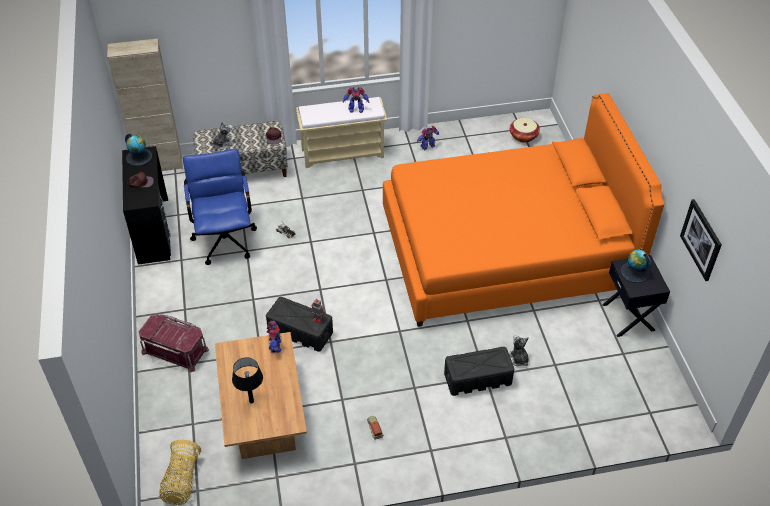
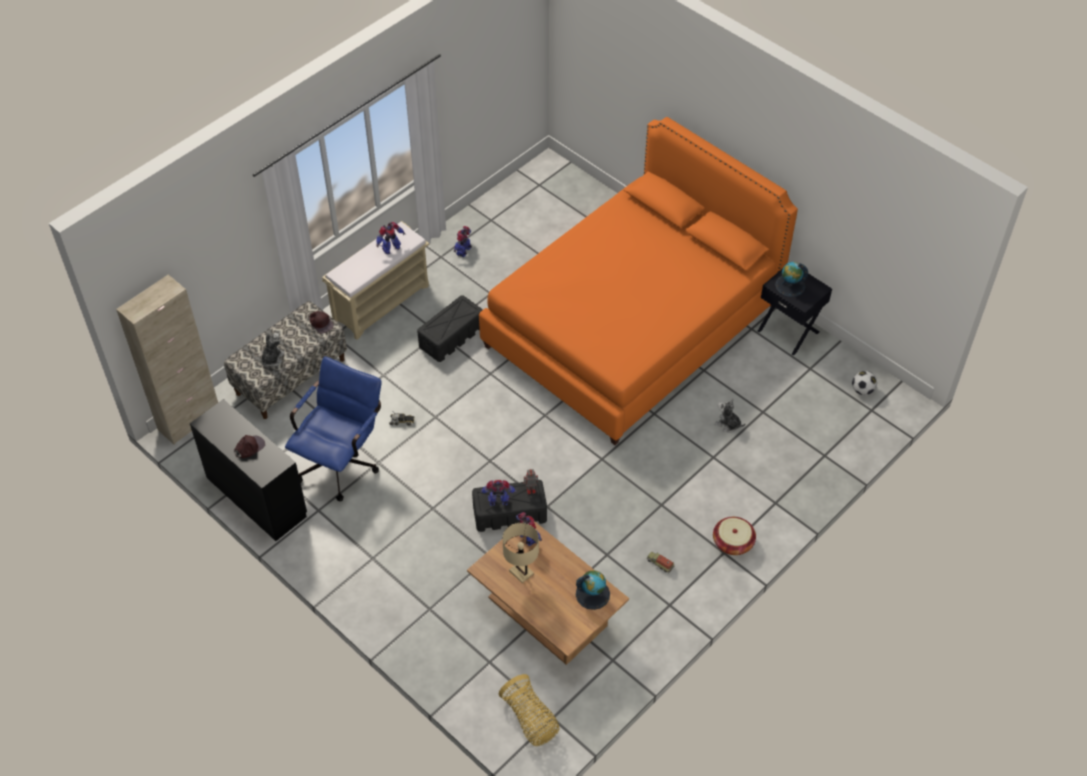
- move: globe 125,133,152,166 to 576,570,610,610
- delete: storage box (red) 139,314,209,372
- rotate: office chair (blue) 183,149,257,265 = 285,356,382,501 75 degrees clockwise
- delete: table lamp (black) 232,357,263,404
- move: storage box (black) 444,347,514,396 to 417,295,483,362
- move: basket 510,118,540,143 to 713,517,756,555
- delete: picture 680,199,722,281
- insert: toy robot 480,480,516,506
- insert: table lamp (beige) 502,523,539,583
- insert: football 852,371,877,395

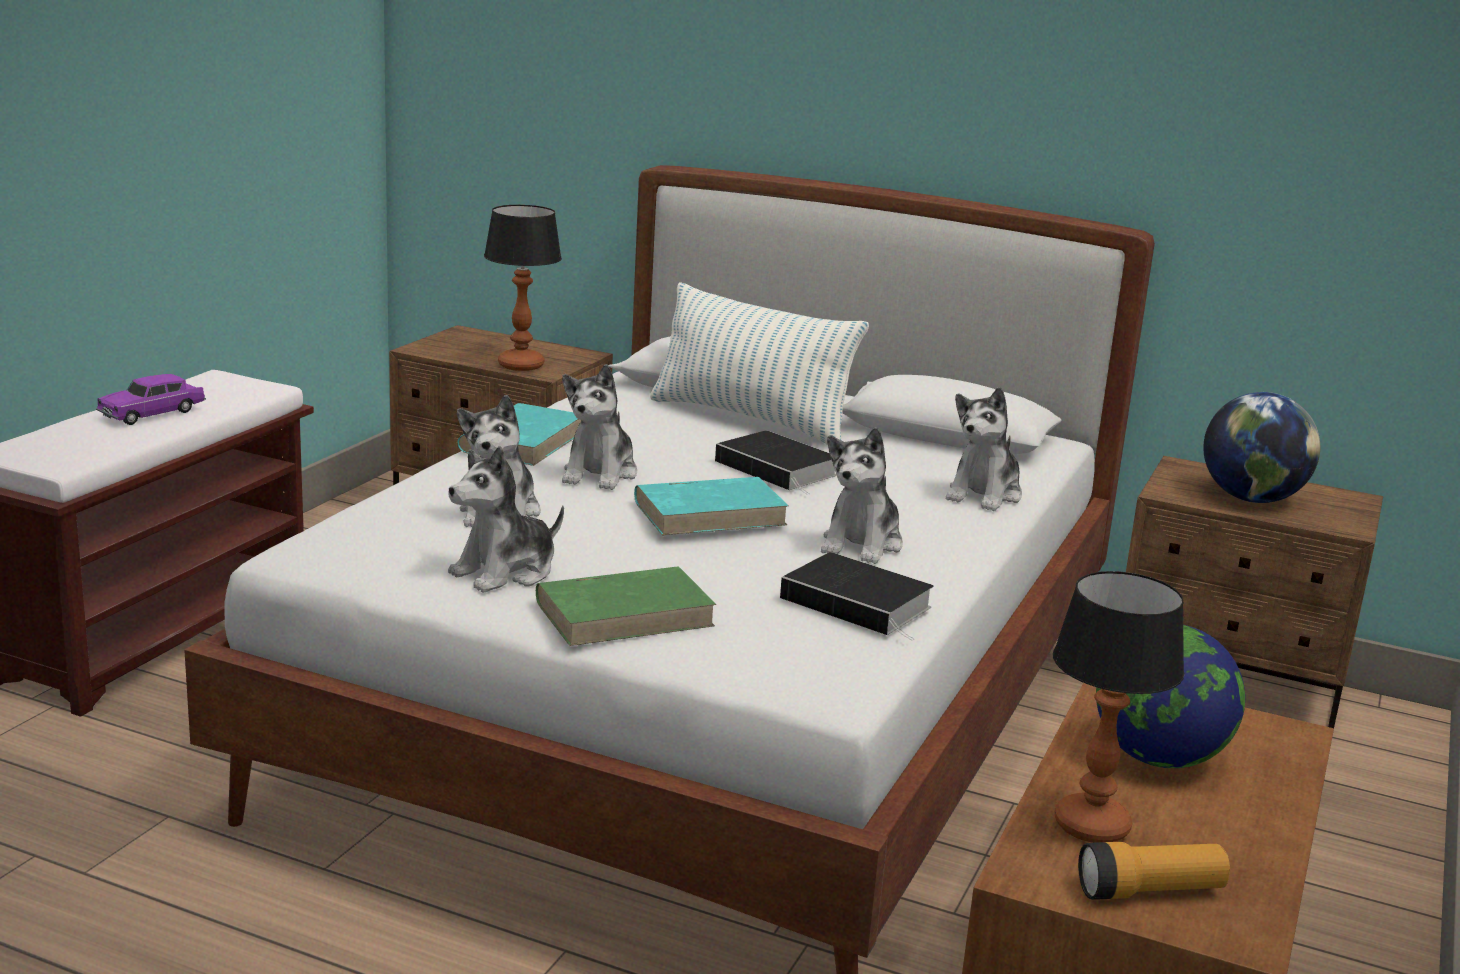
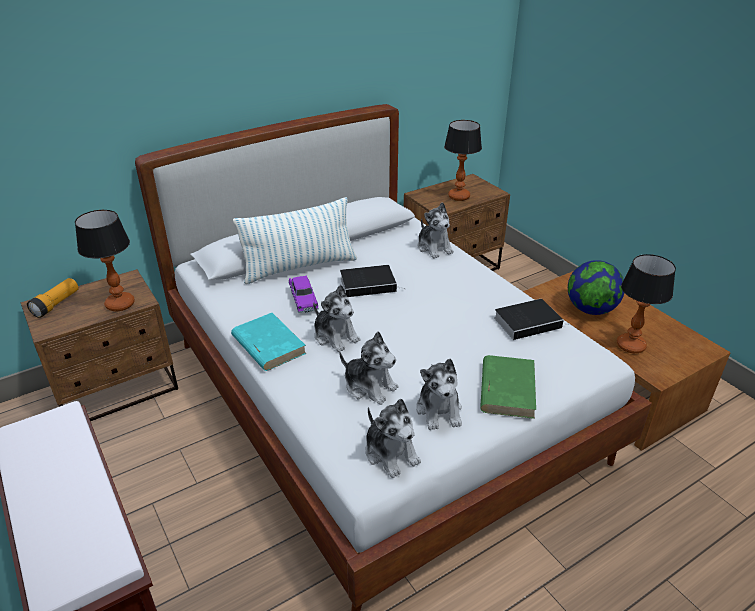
- move: toy car (purple) 96,374,206,425 to 289,275,319,313
- delete: book (turquoise) 634,477,789,535
- move: plush toy 821,427,903,564 to 365,399,421,478
- move: flashlight 1078,842,1230,900 to 27,278,79,318
- replace: globe 1203,392,1320,503 to table lamp 444,120,482,201

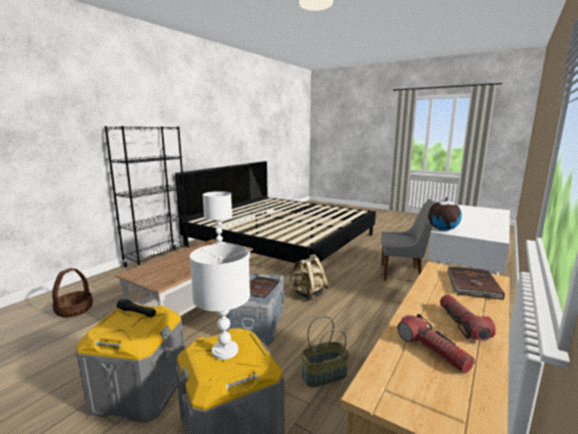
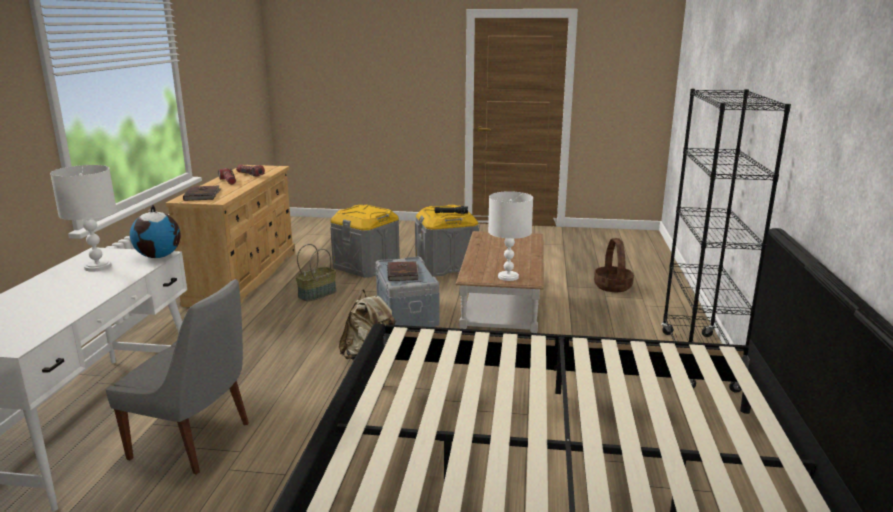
- move: table lamp (white) 190,244,250,360 to 50,165,117,272
- rotate: chair (grey) 381,199,436,281 = 106,279,249,475 150 degrees counterclockwise

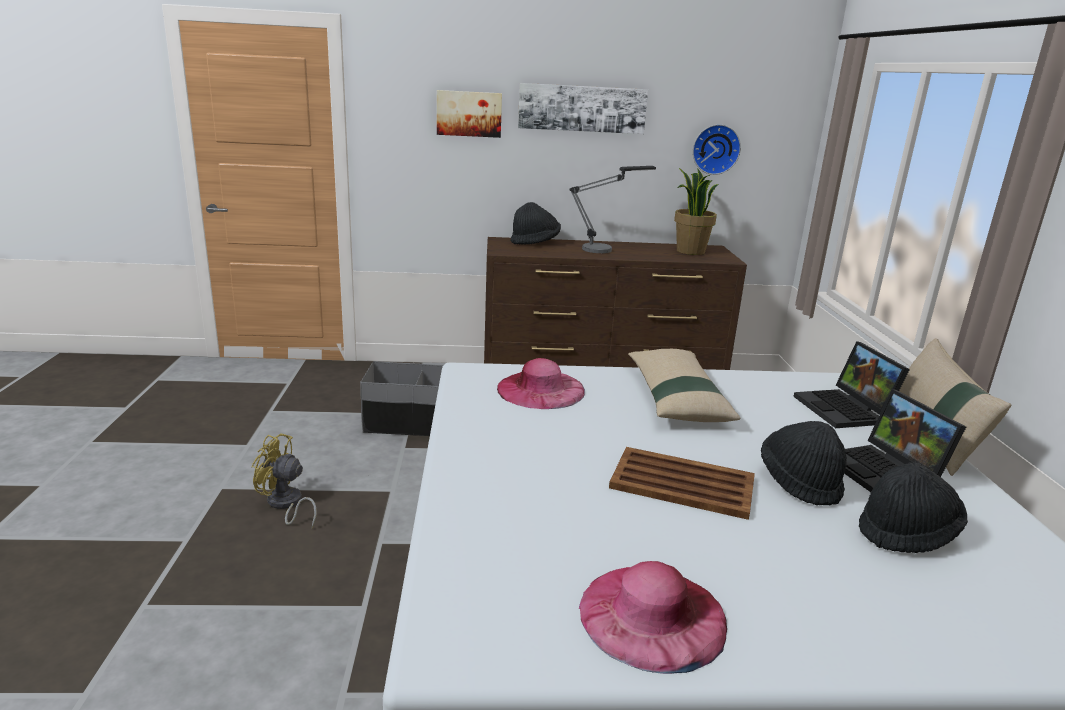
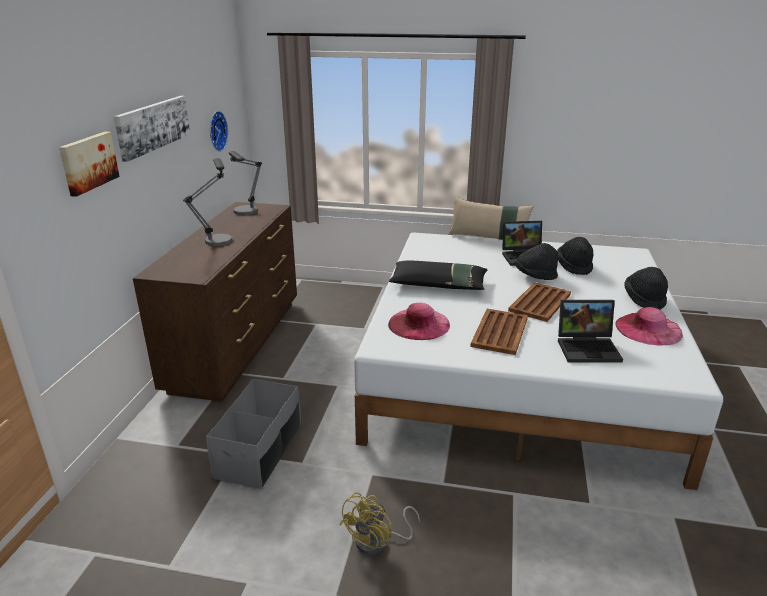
- move: hat (black) 510,202,561,245 to 624,267,668,310
- recolor: pillow (beige) 628,349,740,422 to pillow (black) 389,261,487,290
- replace: potted plant 674,168,719,255 to table lamp 229,151,262,215
- move: laptop 793,341,910,428 to 558,300,623,363
- insert: tray (brown) 470,309,528,355

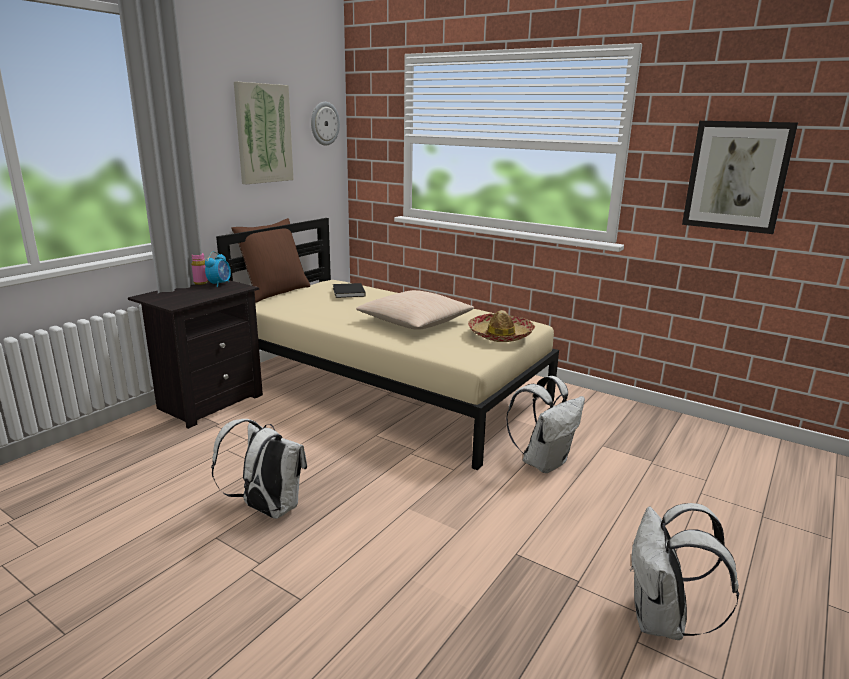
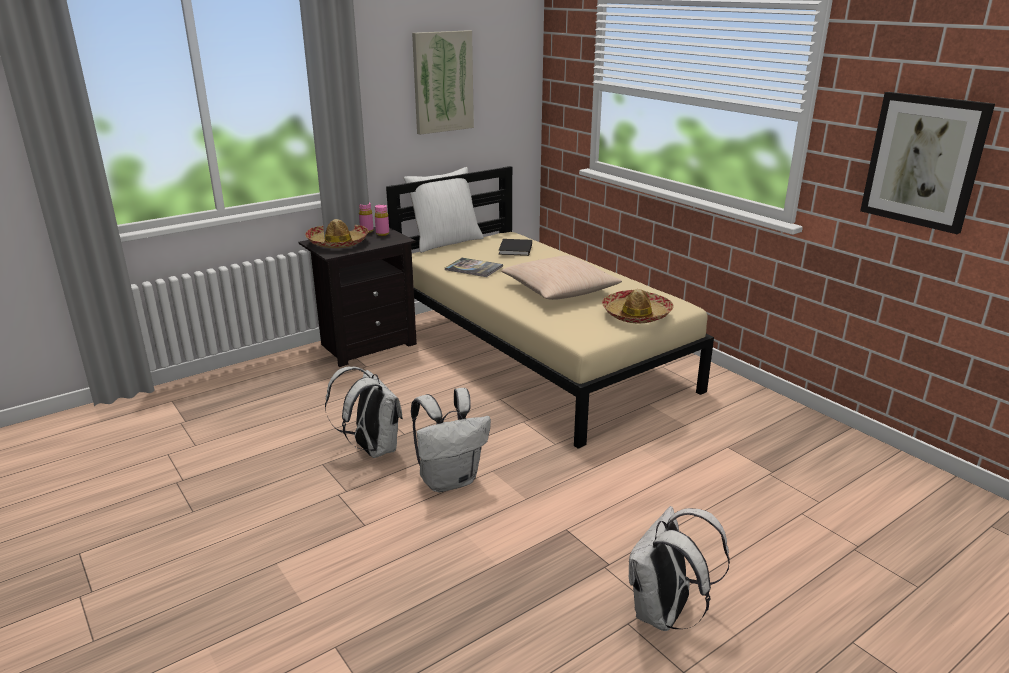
- replace: alarm clock 205,251,231,287 to bottle (pink) 375,205,389,236
- recolor: pillow (brown) 231,218,310,303 to pillow (white) 404,167,483,253
- delete: wall clock 311,102,340,145
- move: backpack (white) 506,376,585,473 to 411,388,491,492
- insert: hat 306,219,369,248
- insert: book 445,258,503,277

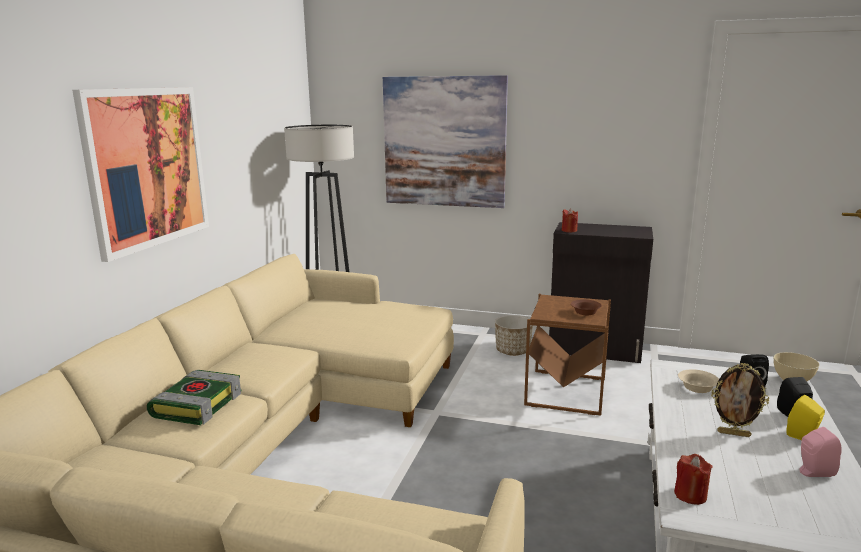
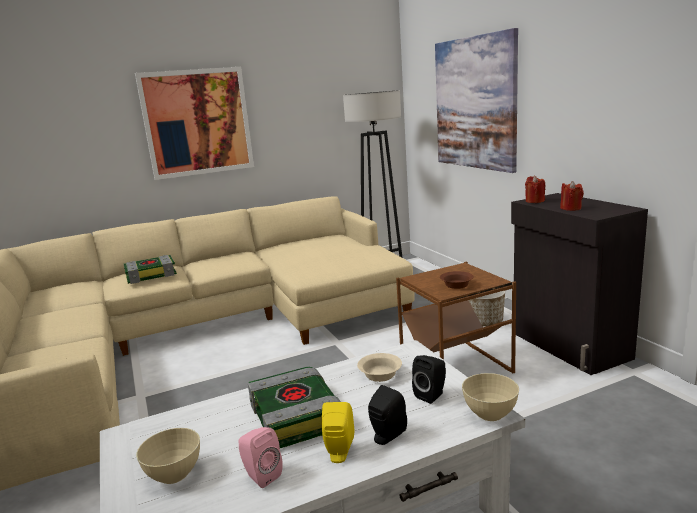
- move: candle (red) 674,454,713,505 to 560,181,584,211
- replace: picture frame 711,363,769,437 to book 248,367,341,448
- insert: bowl (beige) 136,428,200,484

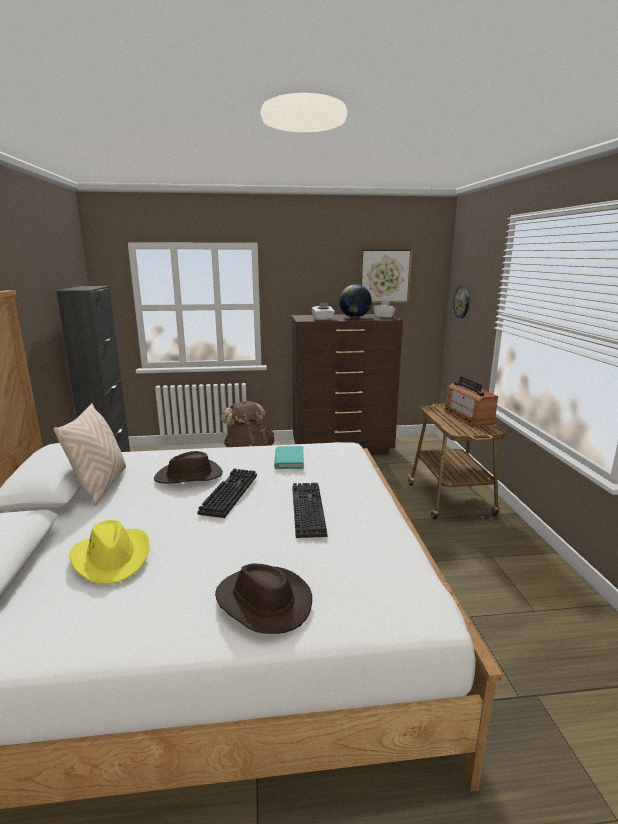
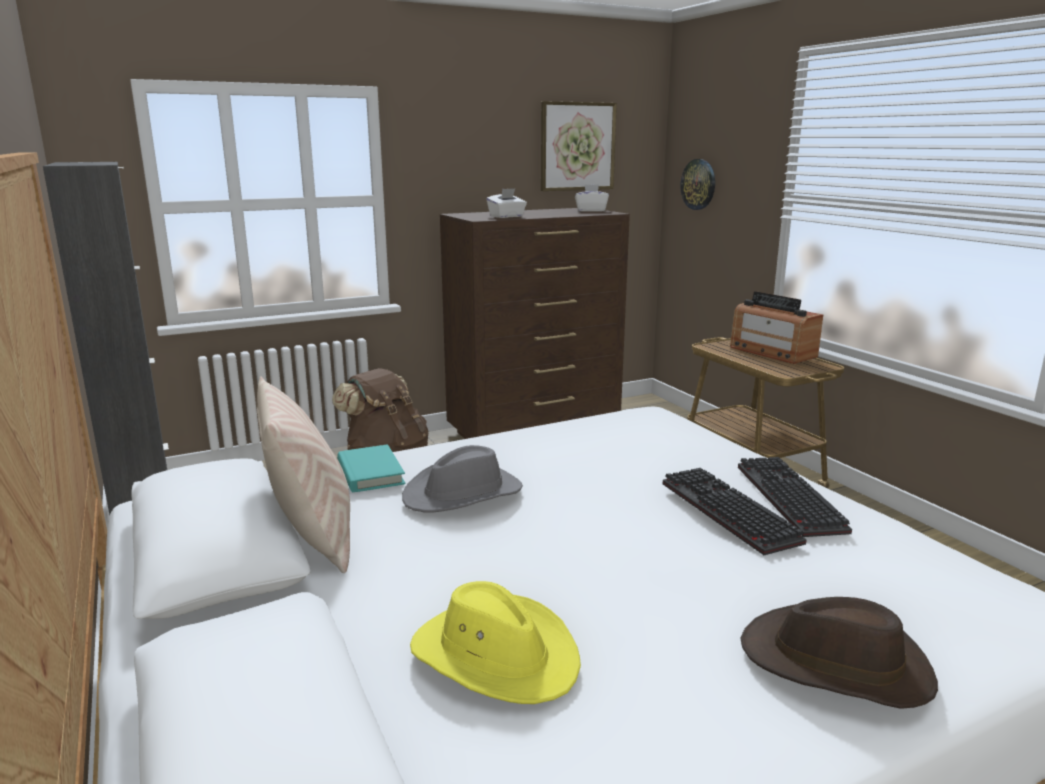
- recolor: hat (brown) 154,451,223,484 to hat (grey) 402,445,523,513
- move: keyboard 197,468,257,518 to 738,457,852,537
- move: book (turquoise) 274,446,304,469 to 337,444,405,492
- delete: globe 339,284,372,318

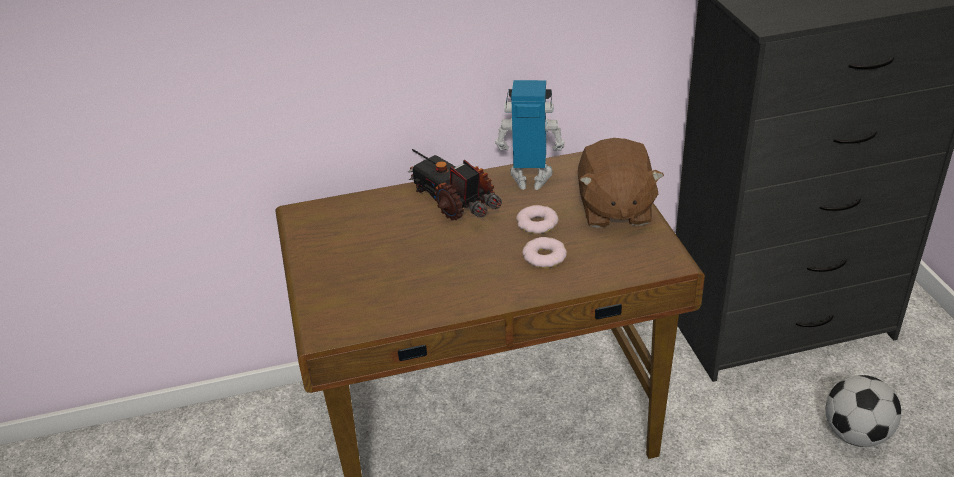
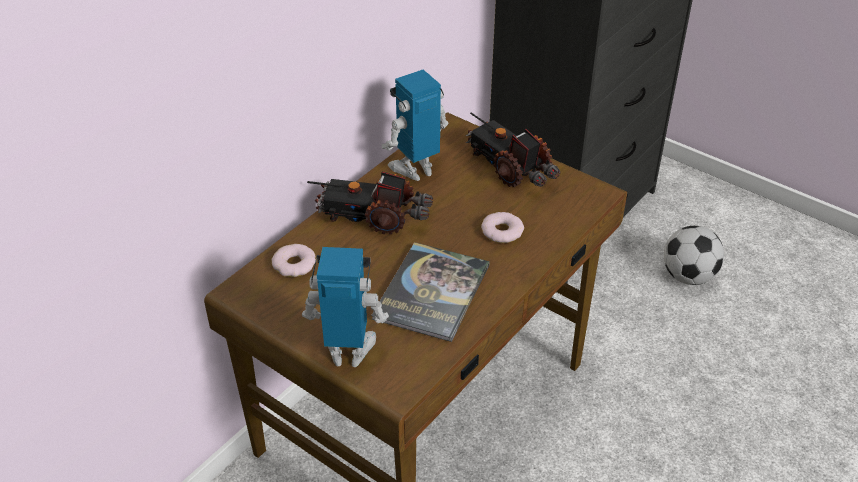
- move: donut 516,205,558,234 to 272,244,316,277
- replace: plush toy (brown) 578,138,664,228 to toy truck 466,113,560,187
- insert: toy robot 302,247,389,367
- insert: book 371,242,490,342

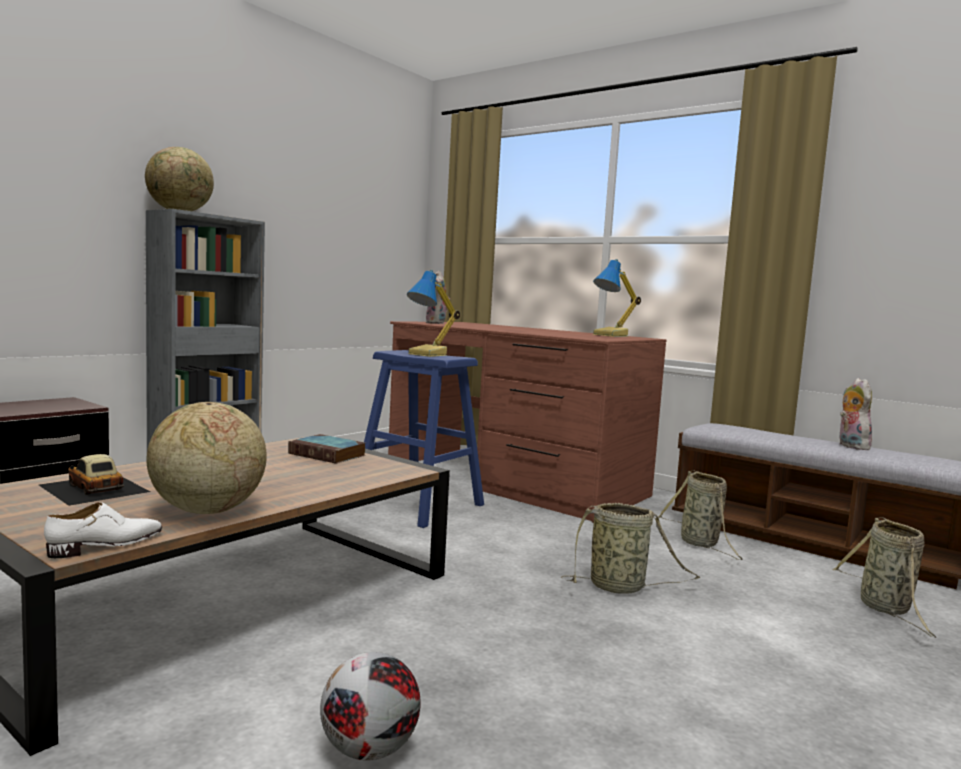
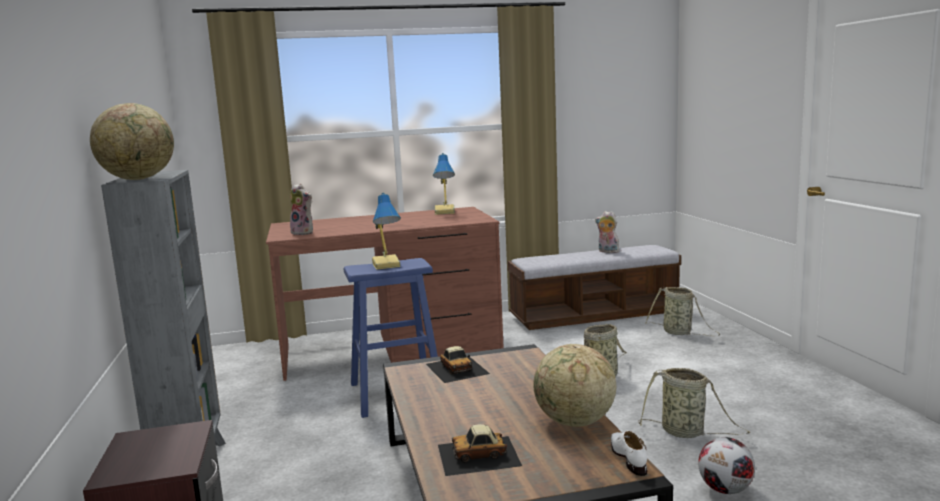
- replace: book 288,434,366,464 to toy car 426,346,490,383
- move: basket 658,470,743,560 to 638,368,750,438

